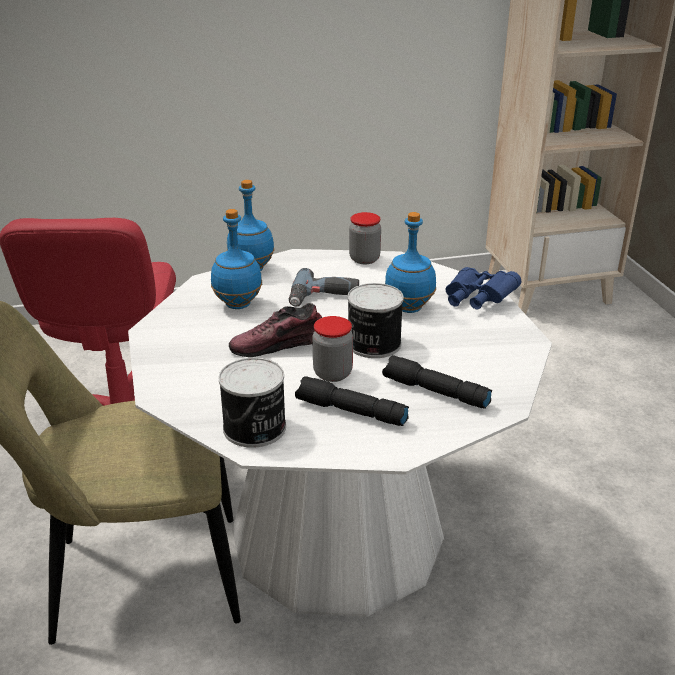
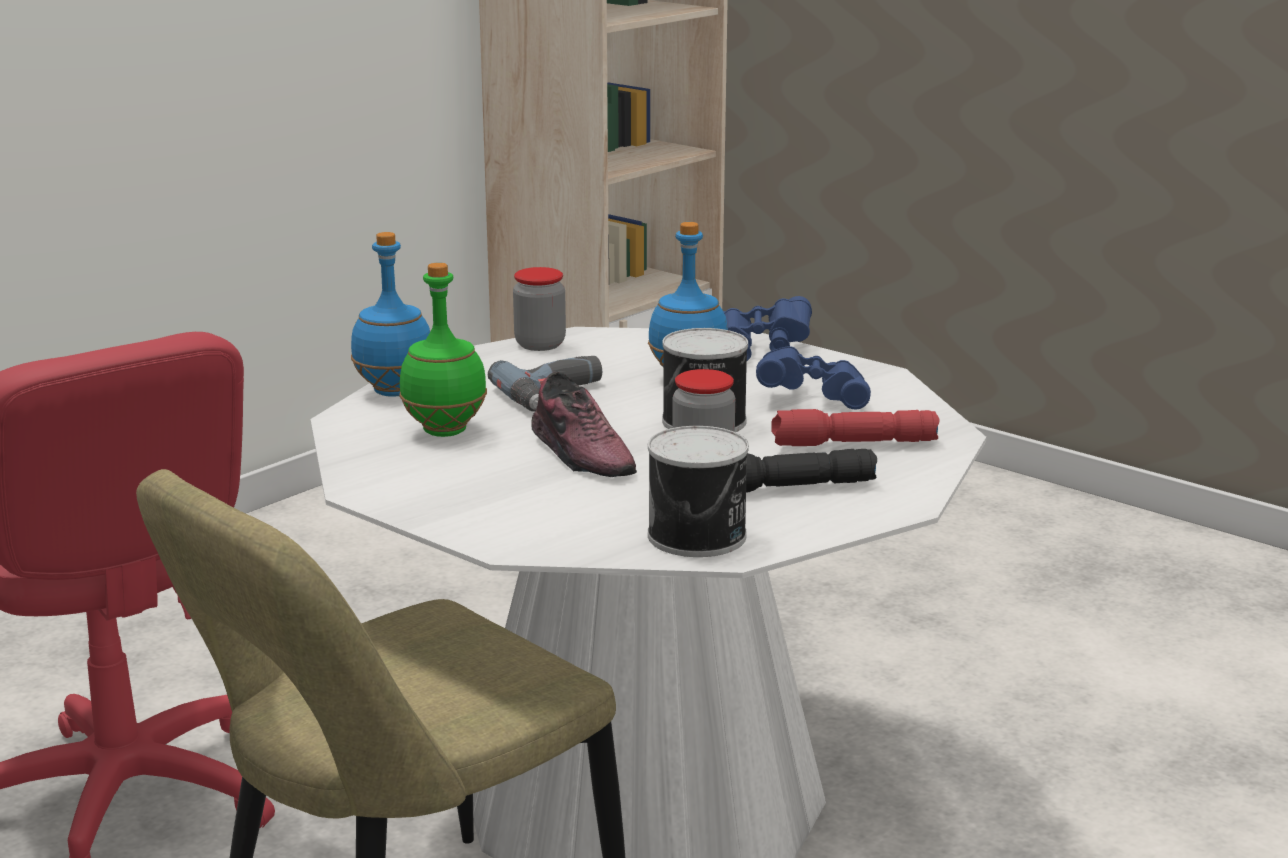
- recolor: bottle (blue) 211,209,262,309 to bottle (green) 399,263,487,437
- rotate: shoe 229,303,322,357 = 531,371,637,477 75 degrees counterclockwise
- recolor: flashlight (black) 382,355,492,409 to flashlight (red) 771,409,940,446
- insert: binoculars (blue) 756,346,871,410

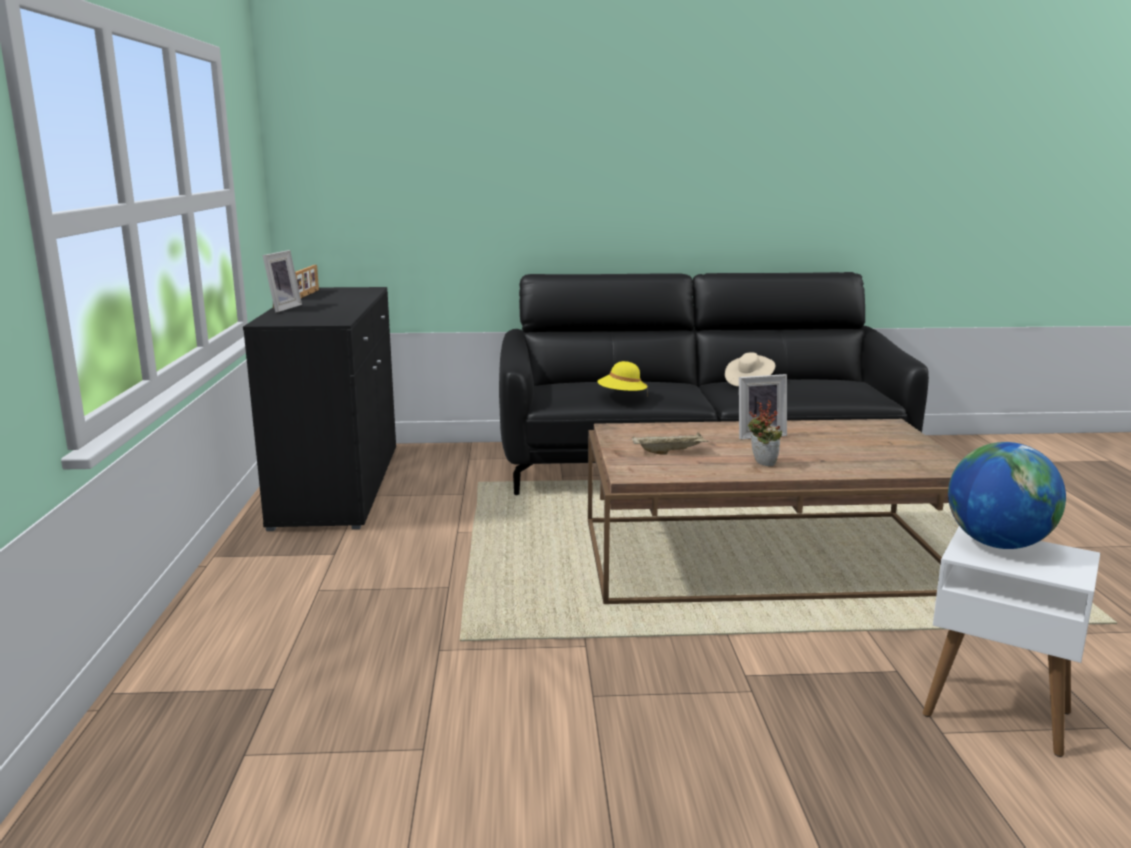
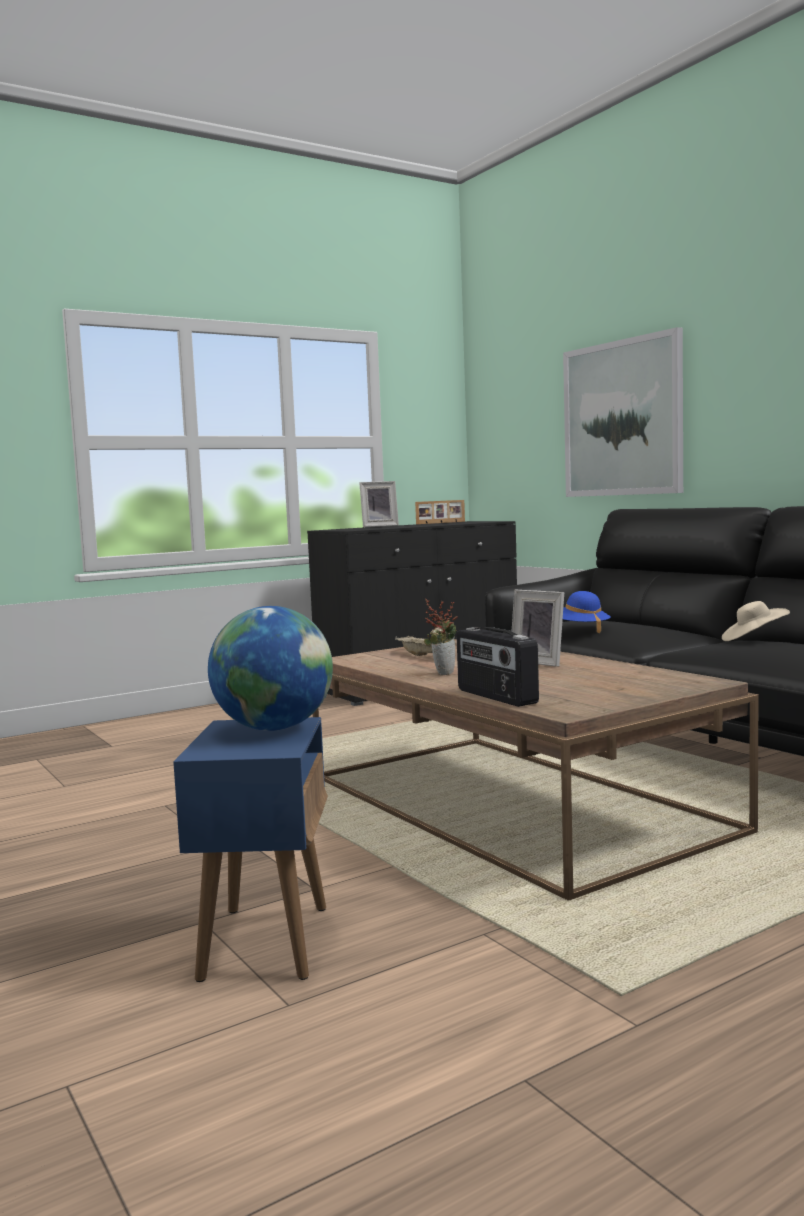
- recolor: hat (yellow) 598,361,648,397 to hat (blue) 563,591,610,633
- recolor: side table (white) 923,526,1100,757 to side table (blue) 173,717,328,982
- insert: radio 457,627,539,707
- insert: picture 563,327,683,497

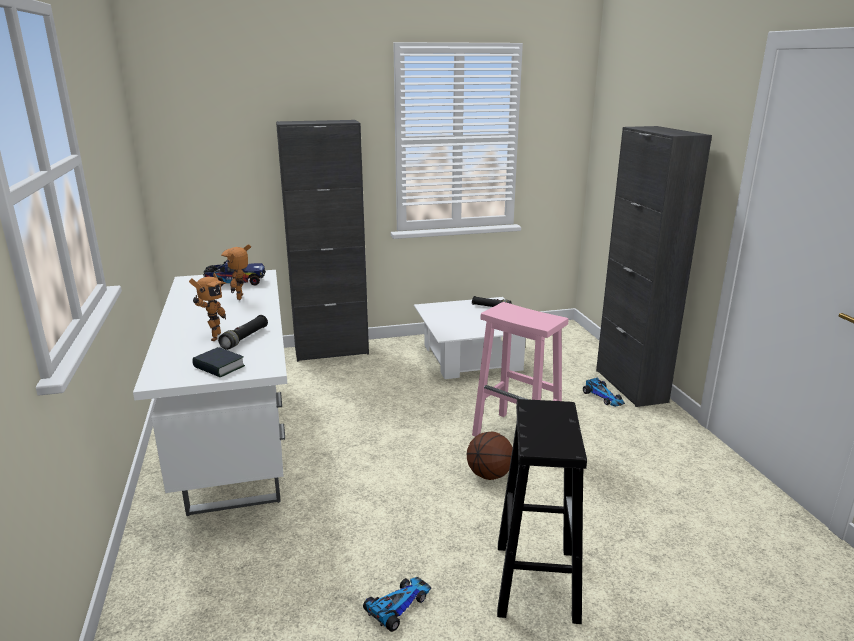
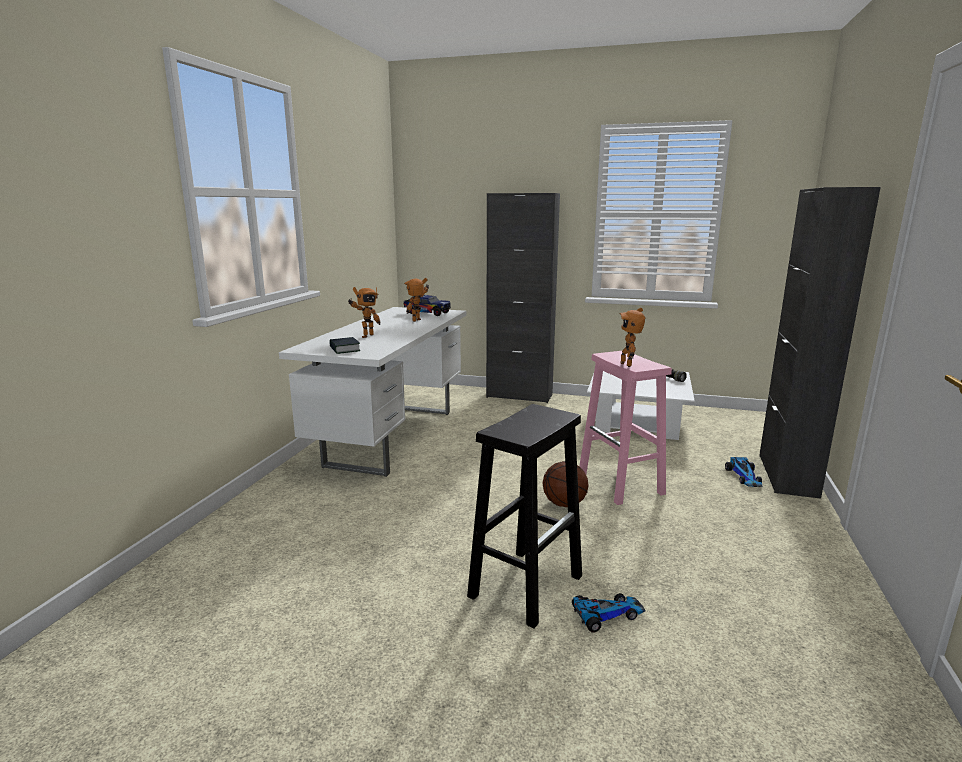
- delete: flashlight (black) 218,315,268,350
- move: toy car 363,577,431,632 to 572,593,646,633
- insert: toy robot 619,307,646,367

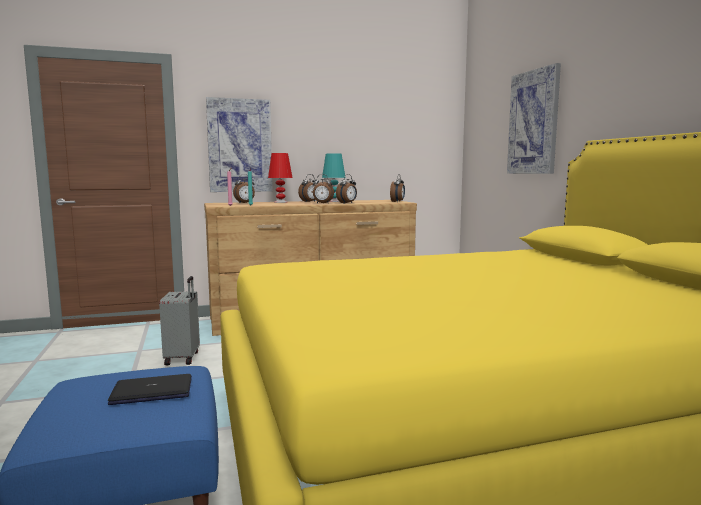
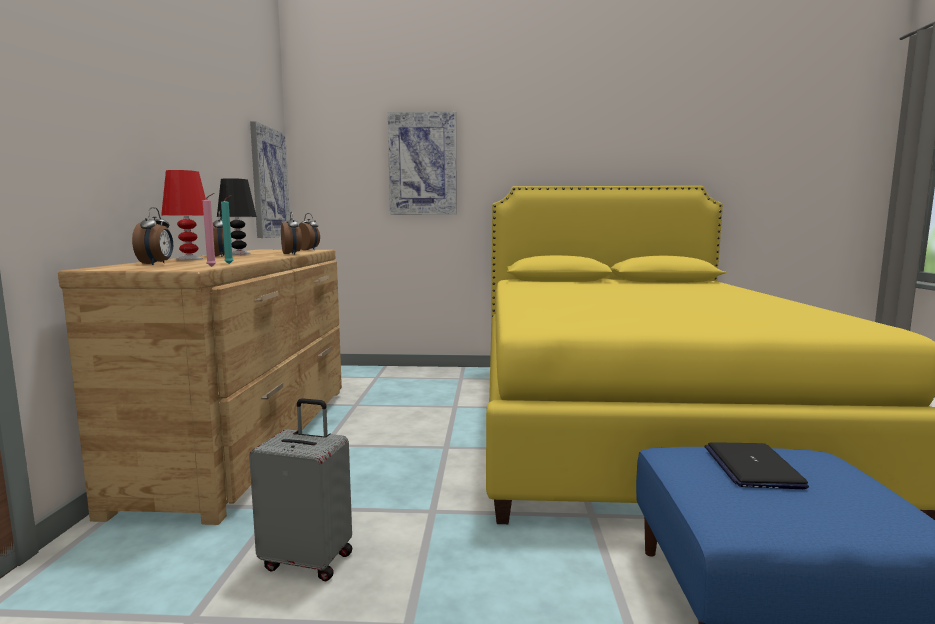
- move: picture 206,97,273,192 to 250,121,290,238
- delete: alarm clock 313,174,334,204
- recolor: table lamp (turquoise) 322,153,346,202 to table lamp (black) 217,178,257,255

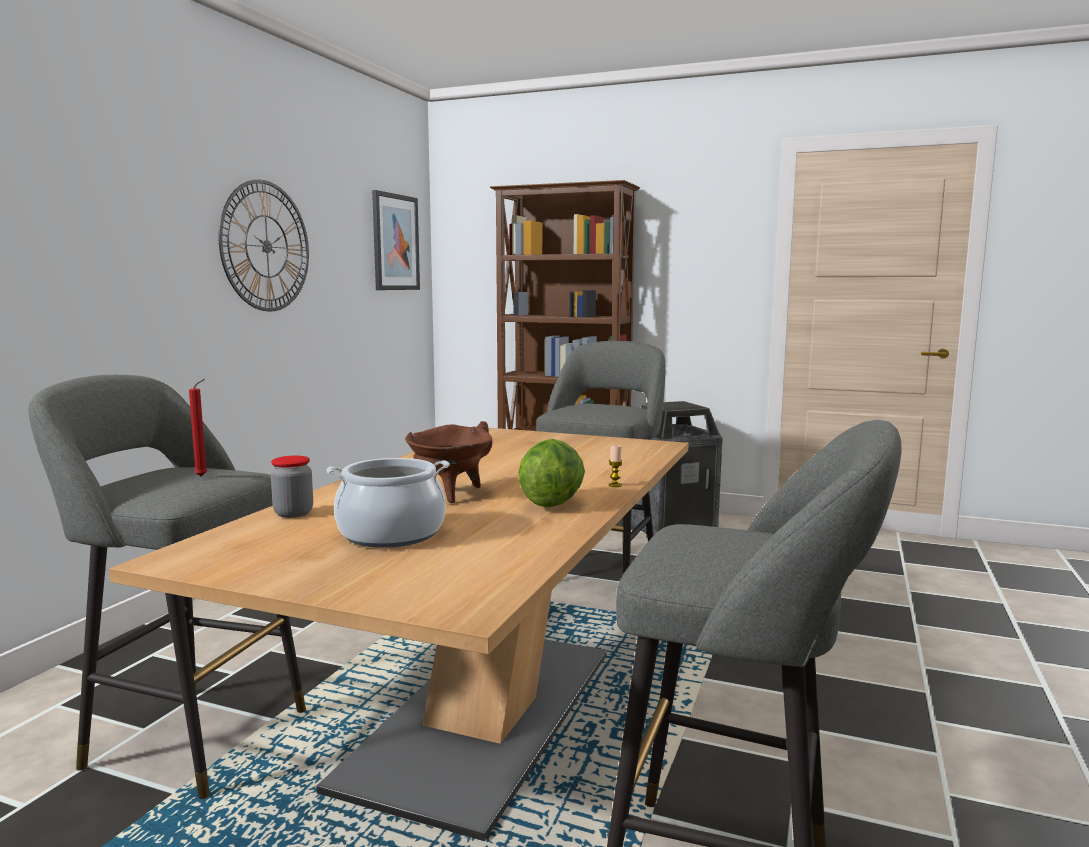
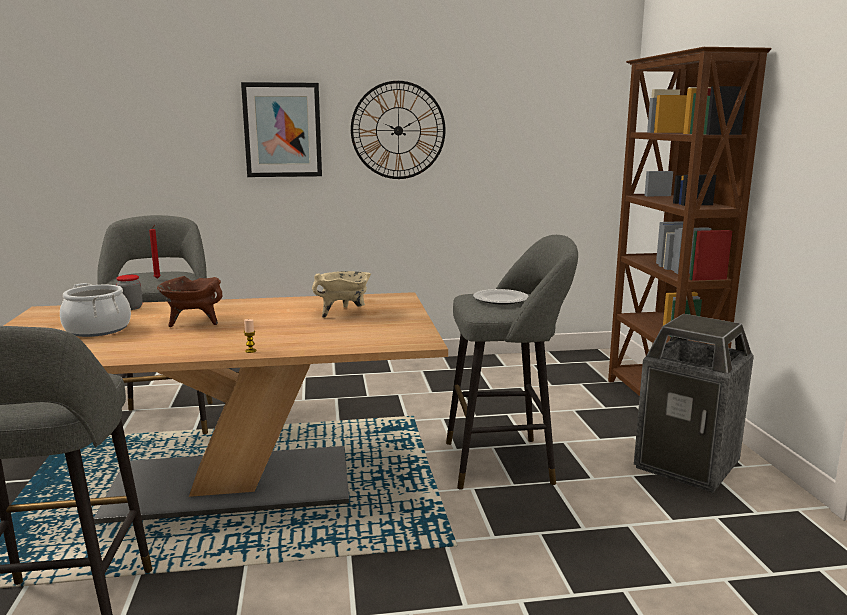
- move: picture 372,190,420,290 to 241,82,322,177
- delete: lettuce 518,439,585,508
- insert: cooking pot (beige) 312,271,371,318
- insert: plate 473,289,529,305

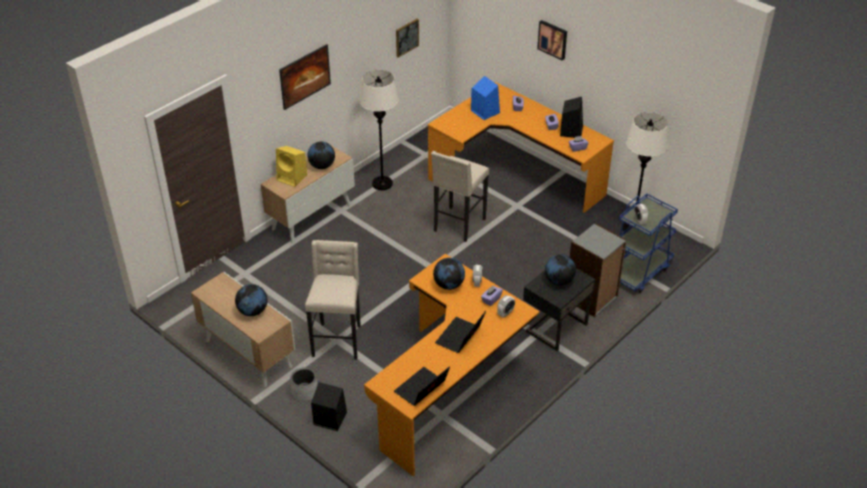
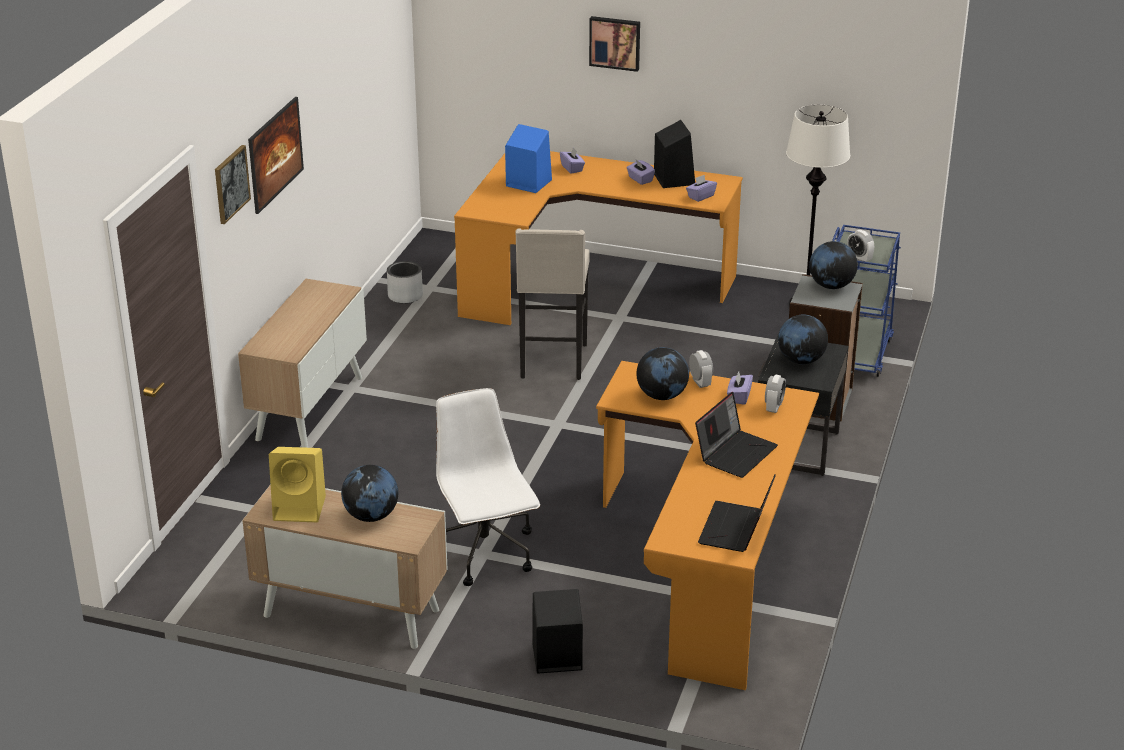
- move: speaker (yellow) 276,146,307,187 to 269,447,326,522
- move: planter (grey) 290,367,318,402 to 387,261,423,304
- replace: stool (beige) 305,240,361,360 to office chair (white) 436,388,540,586
- move: globe 307,142,335,169 to 809,241,858,289
- delete: floor lamp (white) 359,70,399,190
- move: picture 396,19,419,58 to 215,145,251,224
- rotate: laptop 435,311,486,353 = 695,392,778,478 150 degrees counterclockwise

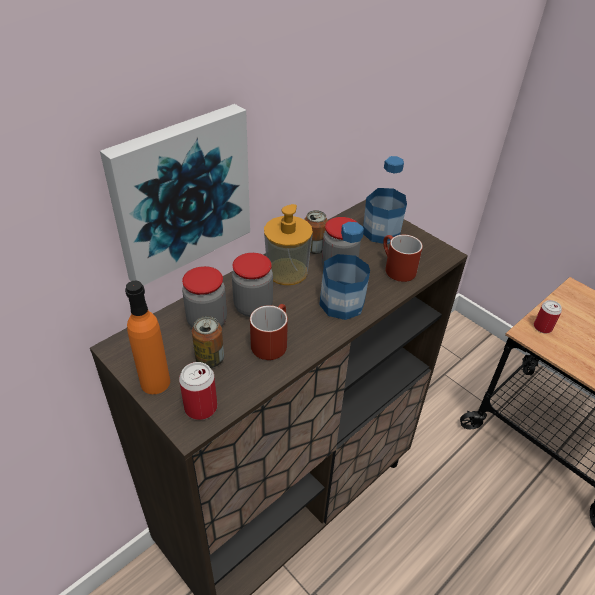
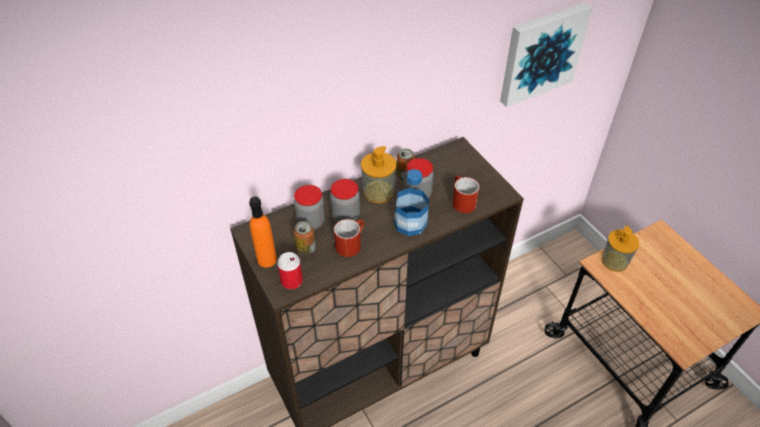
- move: picture 100,104,250,286 to 500,3,592,107
- delete: bottle 363,156,407,244
- replace: can 534,300,562,333 to soap dispenser 602,225,639,272

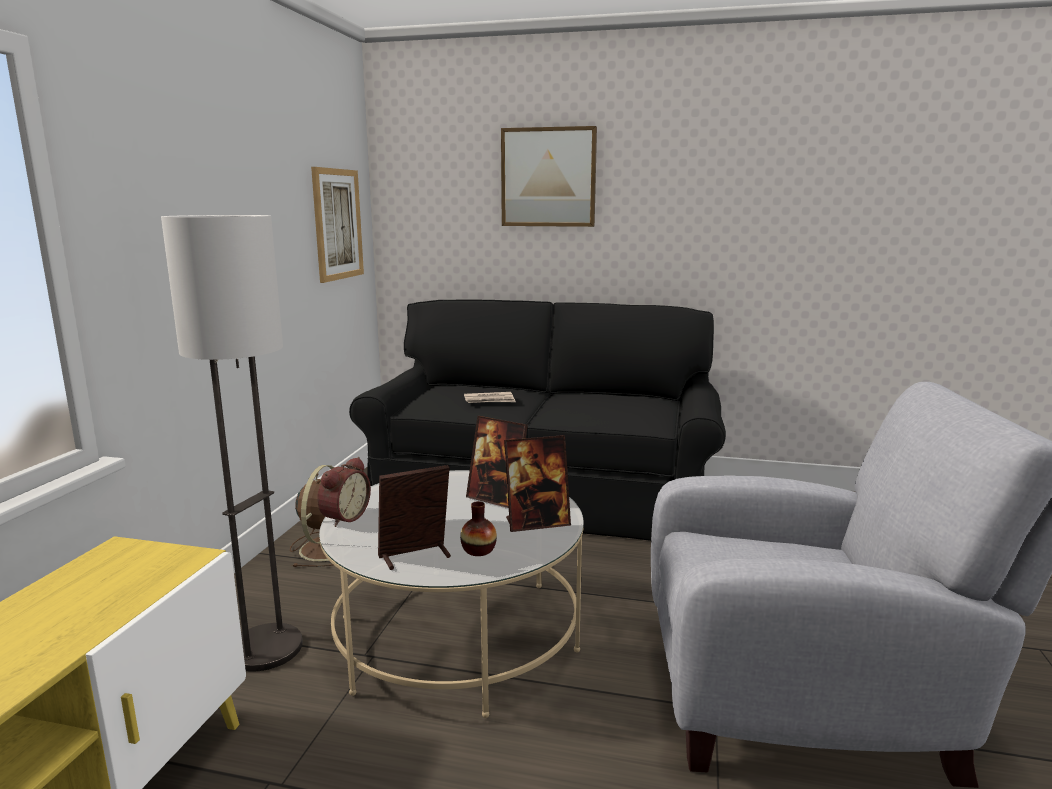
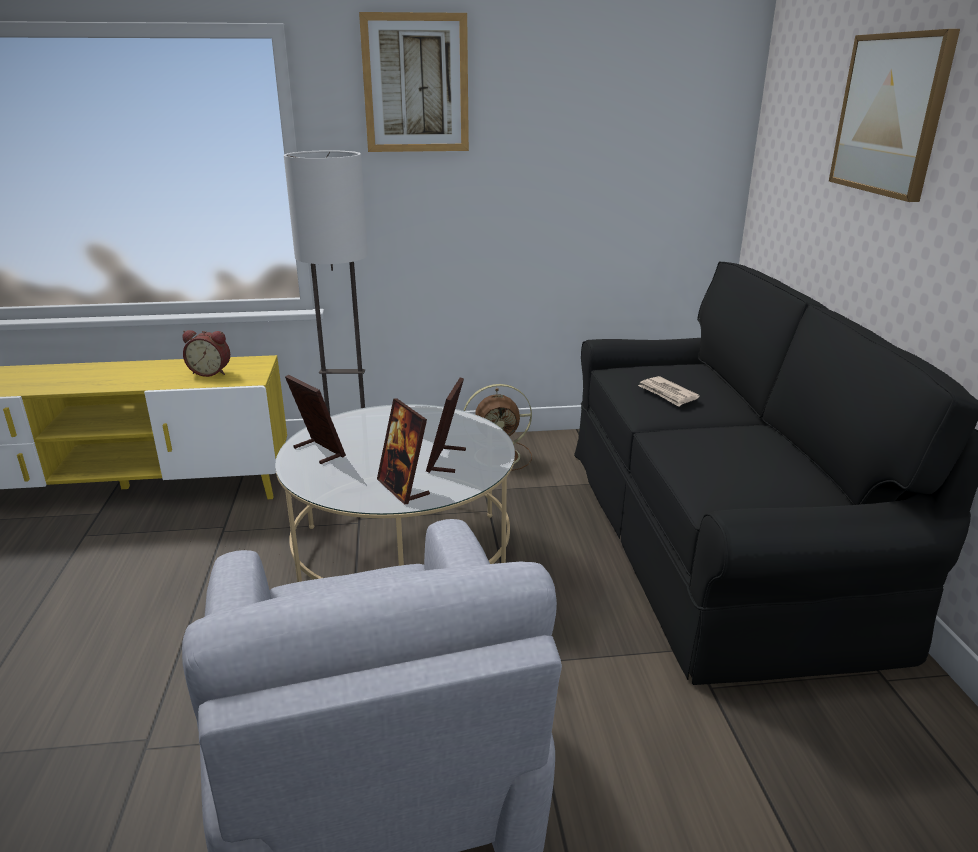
- move: picture 311,167,364,283 to 359,12,469,152
- move: alarm clock 317,457,371,527 to 182,330,230,377
- delete: vase 460,501,497,556

